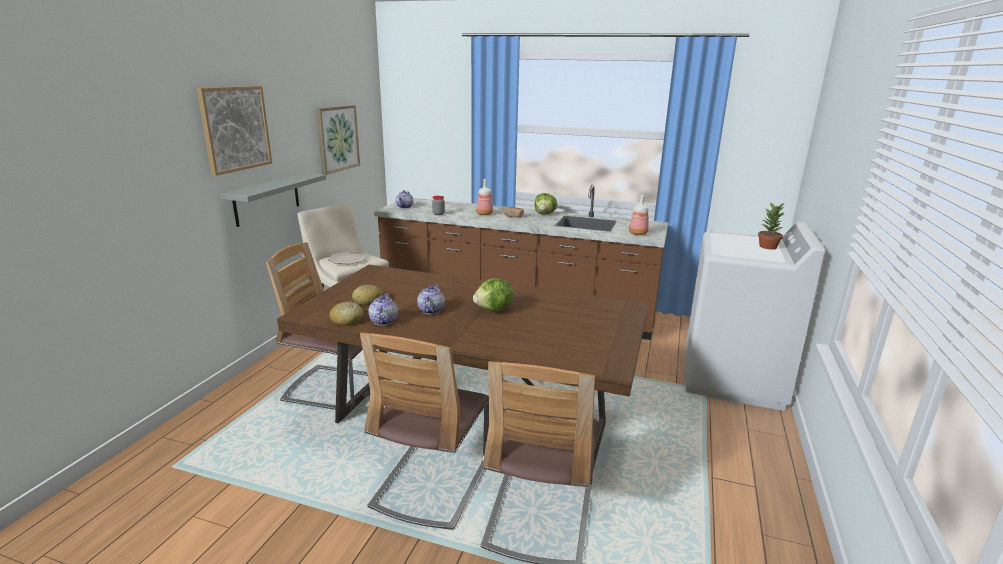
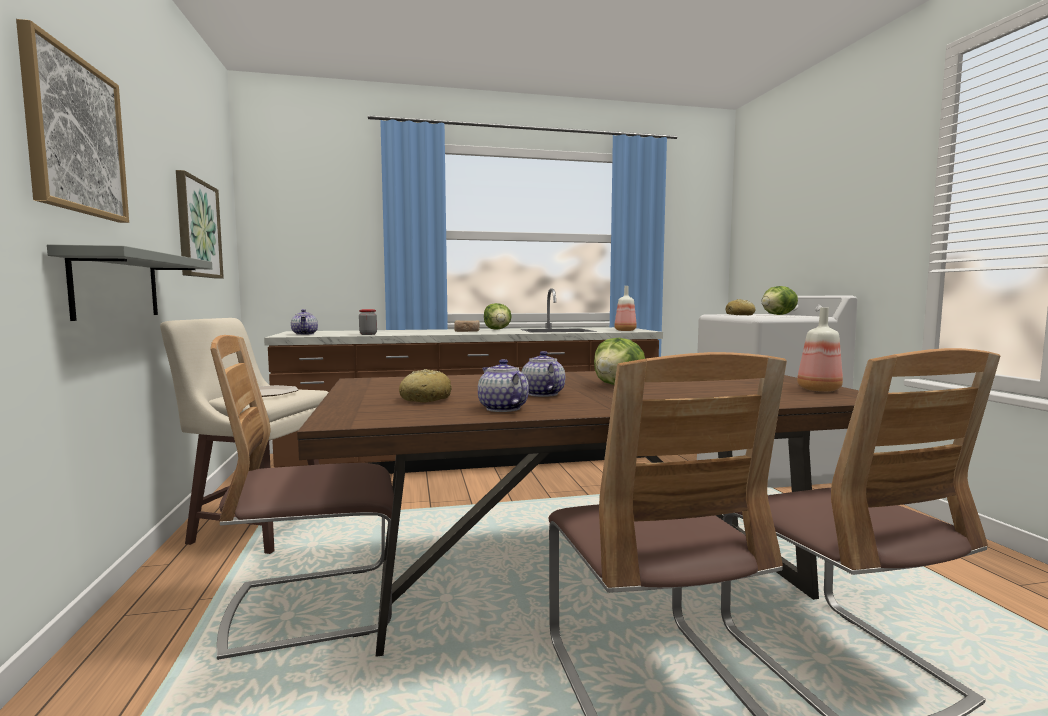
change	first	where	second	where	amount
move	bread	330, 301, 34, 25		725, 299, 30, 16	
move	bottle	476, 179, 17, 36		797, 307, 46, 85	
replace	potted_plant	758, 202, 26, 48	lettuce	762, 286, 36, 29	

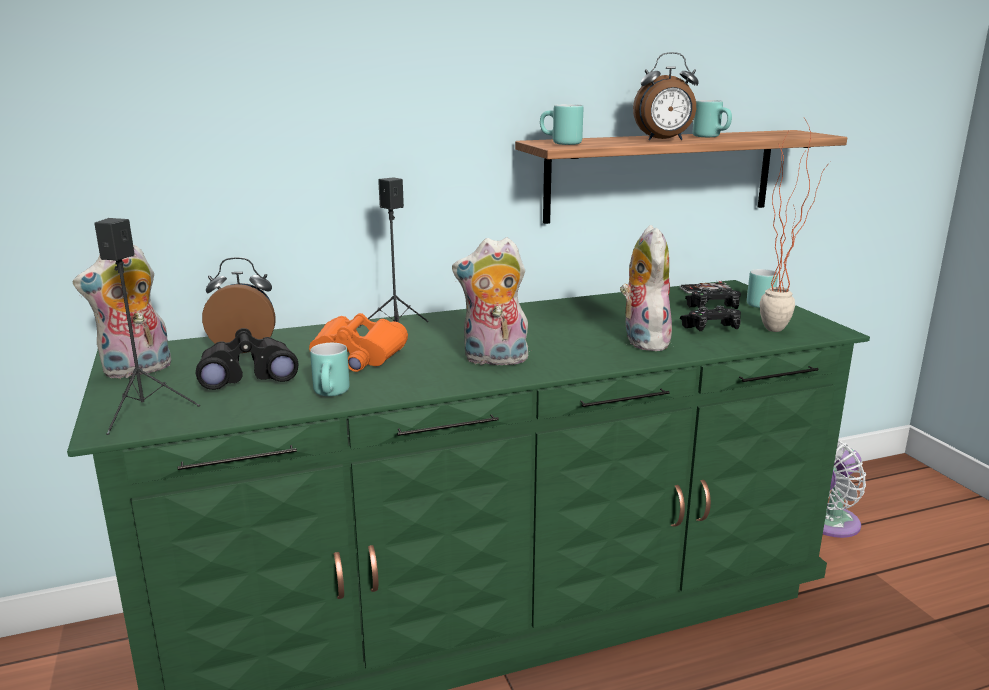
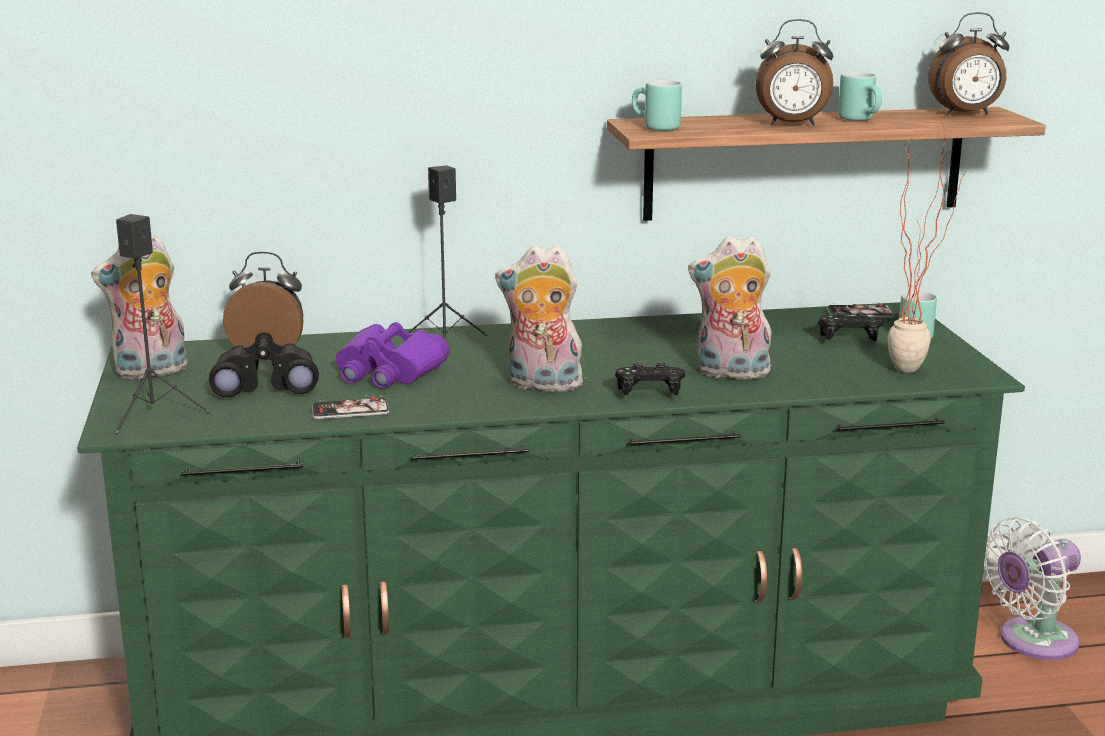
change	first	where	second	where	amount
insert			alarm_clock	928, 12, 81, 103	
move	black_game_controller	680, 306, 61, 25		615, 363, 70, 32	
replace	turquoise_mug	310, 343, 40, 53	phone	312, 395, 77, 24	
recolor	orange_binoculars	309, 313, 99, 59	purple_binoculars	336, 322, 113, 66	
rotate	plush_toy	620, 225, 54, 126		688, 236, 84, 145	90 degrees counterclockwise

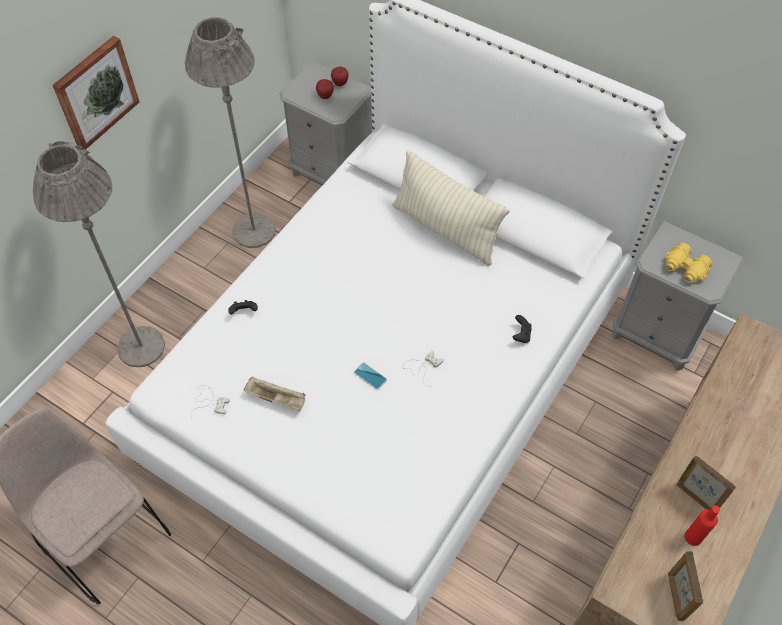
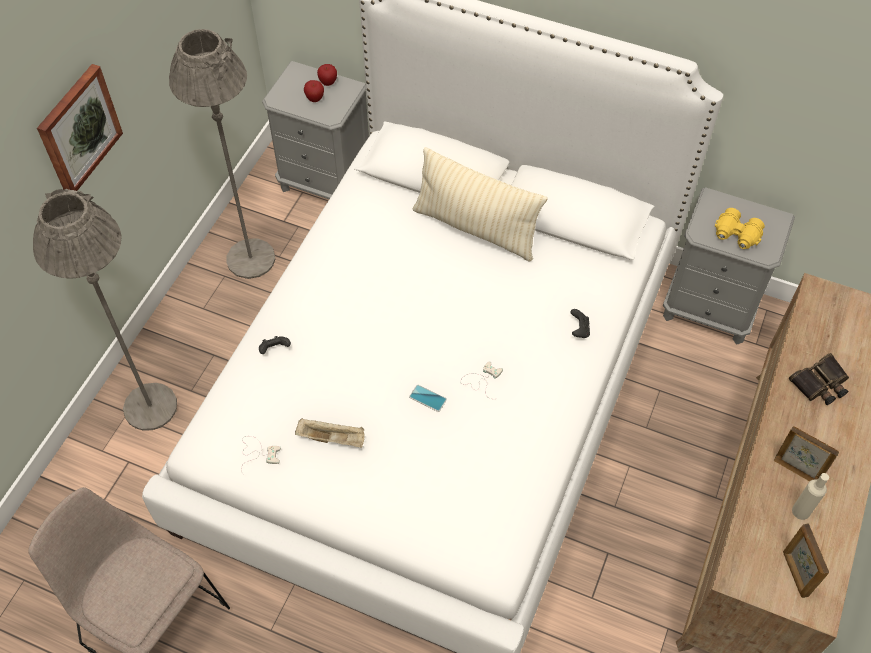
change	first	where	second	where	amount
insert			binoculars	789, 353, 60, 52	
recolor	red_bottle	685, 505, 35, 41	beige_bottle	792, 473, 37, 47	

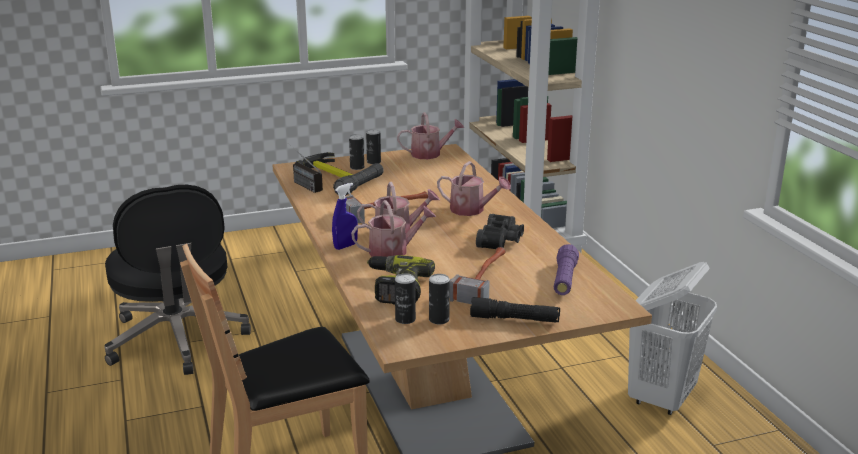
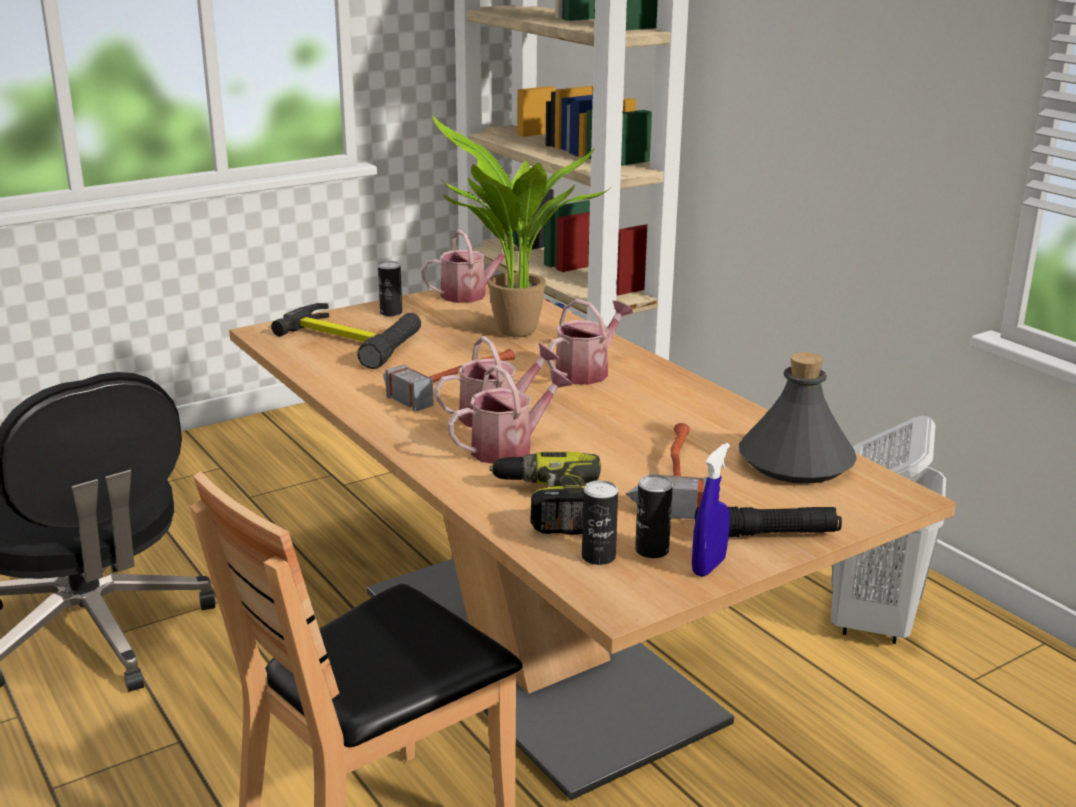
change	first	where	second	where	amount
delete	radio	288, 143, 35, 50			
delete	can	349, 134, 15, 36			
delete	black_binoculars	476, 214, 48, 35			
insert			potted_plant	432, 115, 177, 222	
move	blue_spray_bottle	332, 183, 26, 67		692, 443, 38, 134	
replace	purple_flashlight	554, 244, 25, 51	grey_bottle	739, 352, 118, 132	
rotate	watering_can	437, 161, 74, 55		547, 299, 86, 86	60 degrees counterclockwise

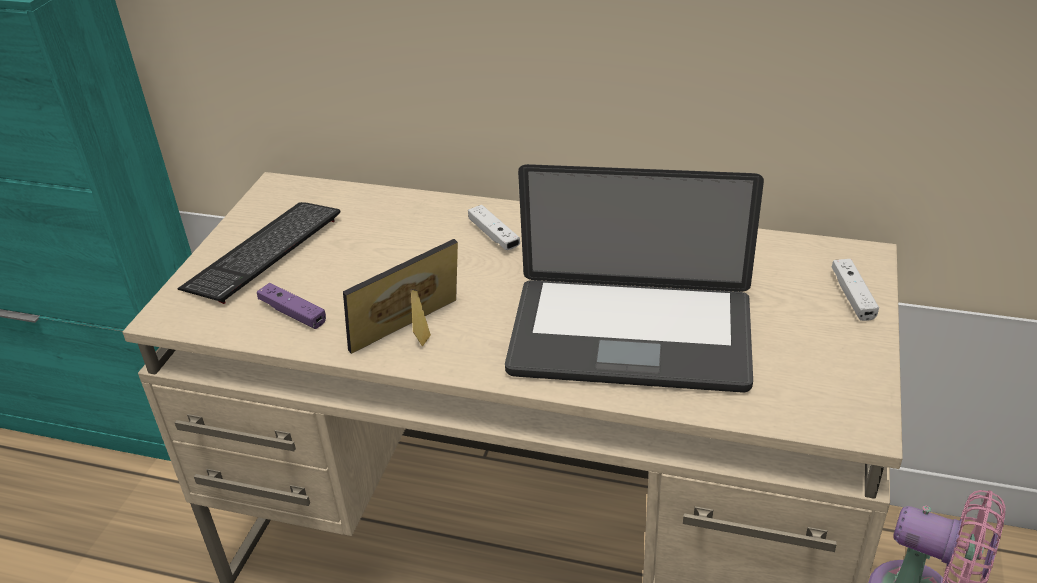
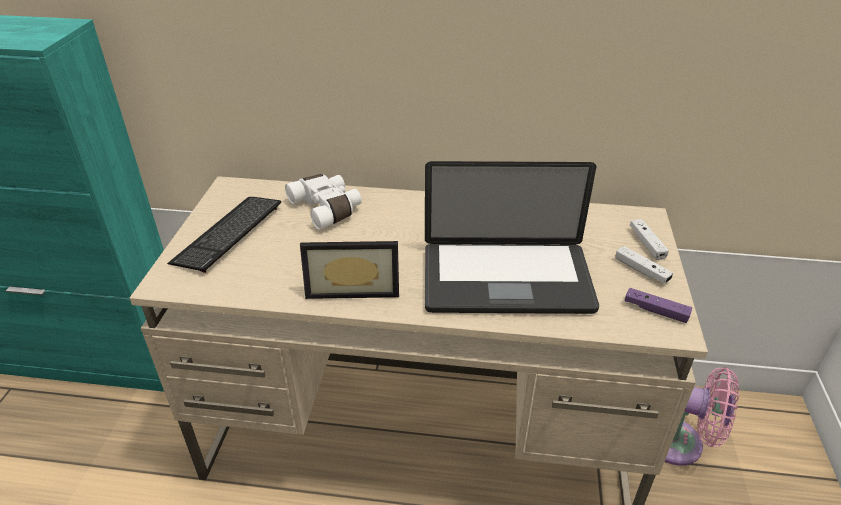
change	first	where	second	where	amount
insert			white_binoculars	285, 174, 77, 55	
move	purple_game_controller	257, 283, 69, 46		625, 288, 67, 35	
move	white_game_controller	468, 205, 52, 45		615, 246, 58, 38	
rotate	picture_frame	343, 239, 115, 115		300, 241, 99, 58	135 degrees counterclockwise

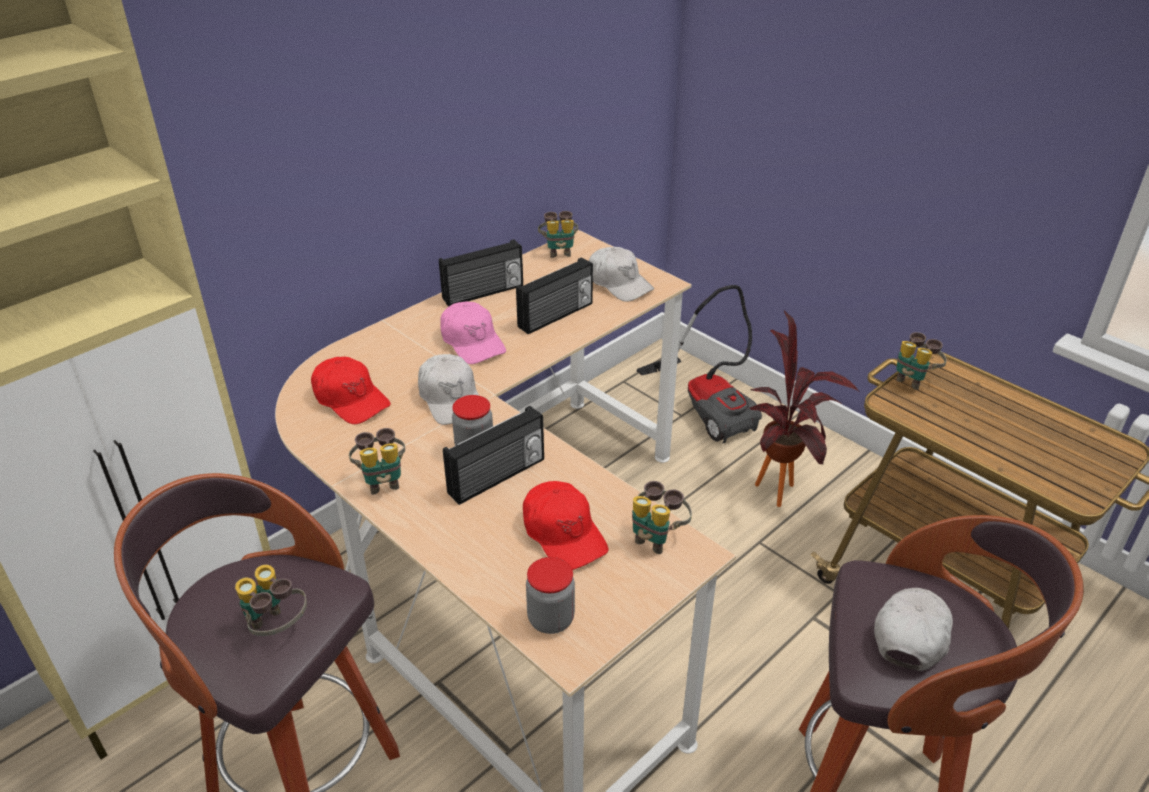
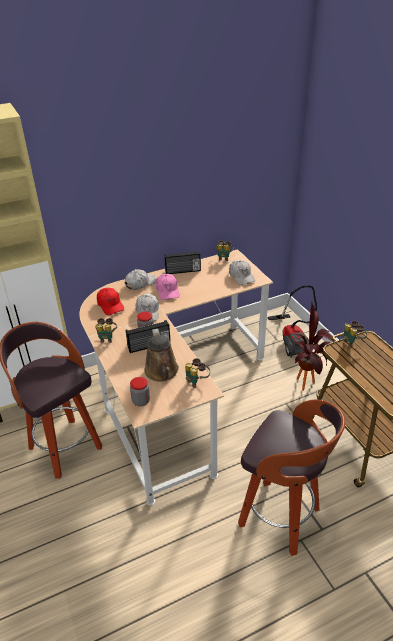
change	first	where	second	where	amount
delete	binoculars	235, 565, 72, 71			
delete	radio	516, 257, 77, 77			
move	white_cap	874, 588, 79, 83		125, 269, 32, 21	
replace	red_cap	523, 481, 85, 89	brown_watering_can	144, 329, 35, 52	

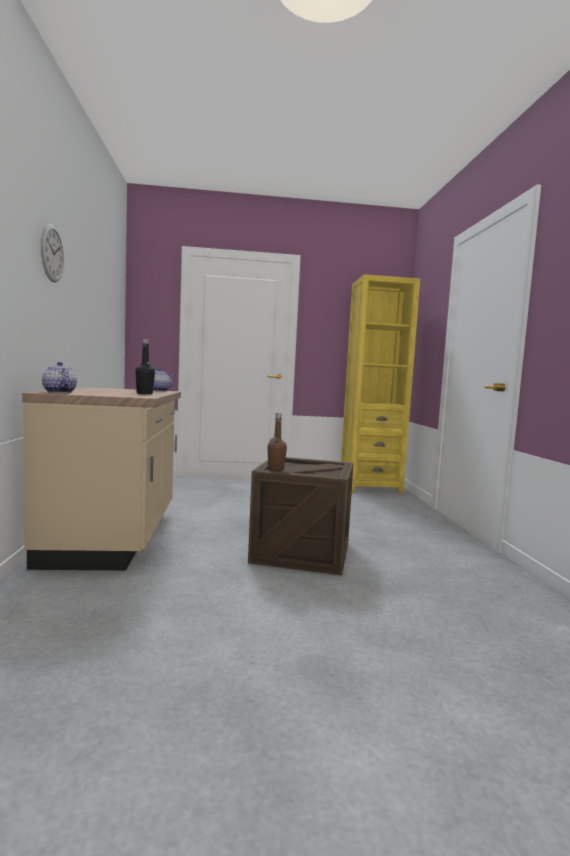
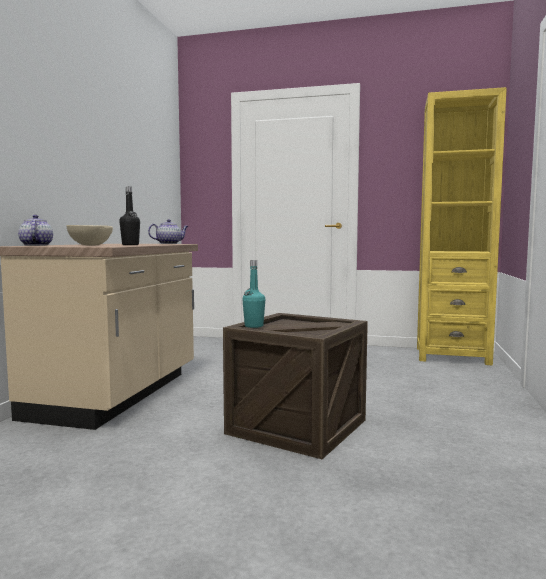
change	first	where	second	where	amount
delete	wall_clock	40, 224, 24, 59			
insert			beige_bowl	66, 225, 47, 21	
recolor	brown_bottle	267, 413, 20, 58	turquoise_bottle	243, 260, 22, 68	

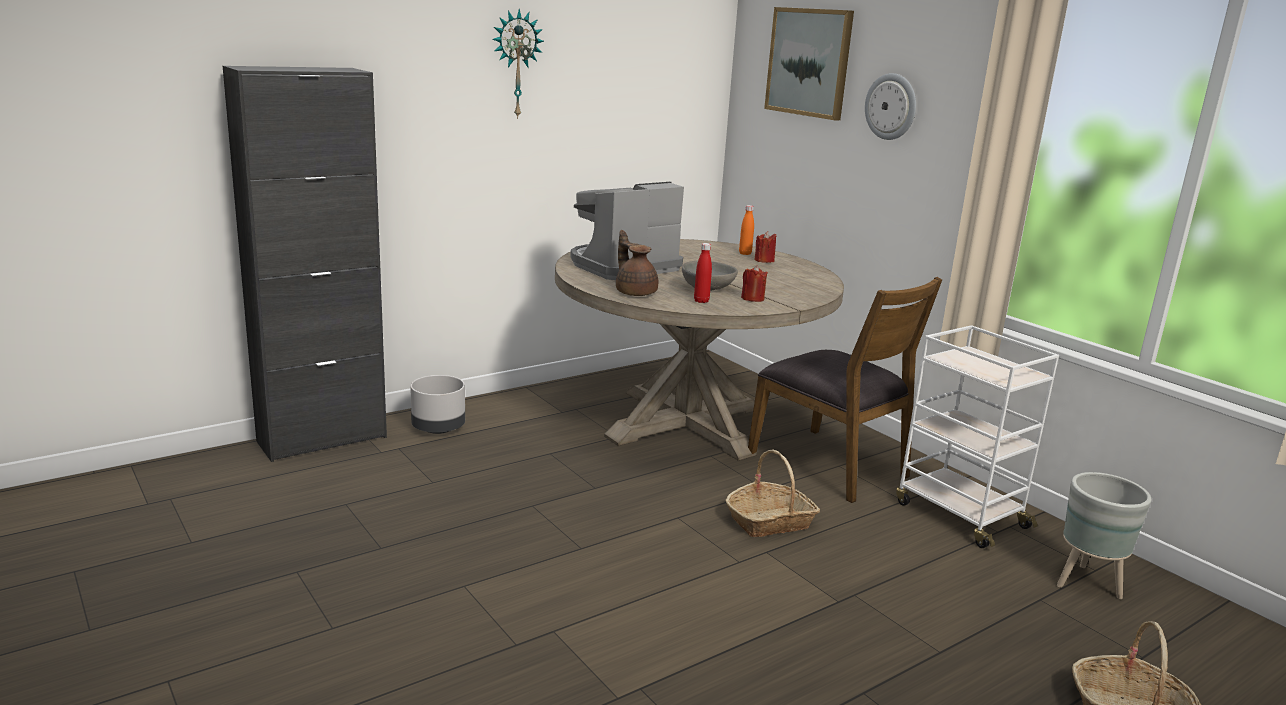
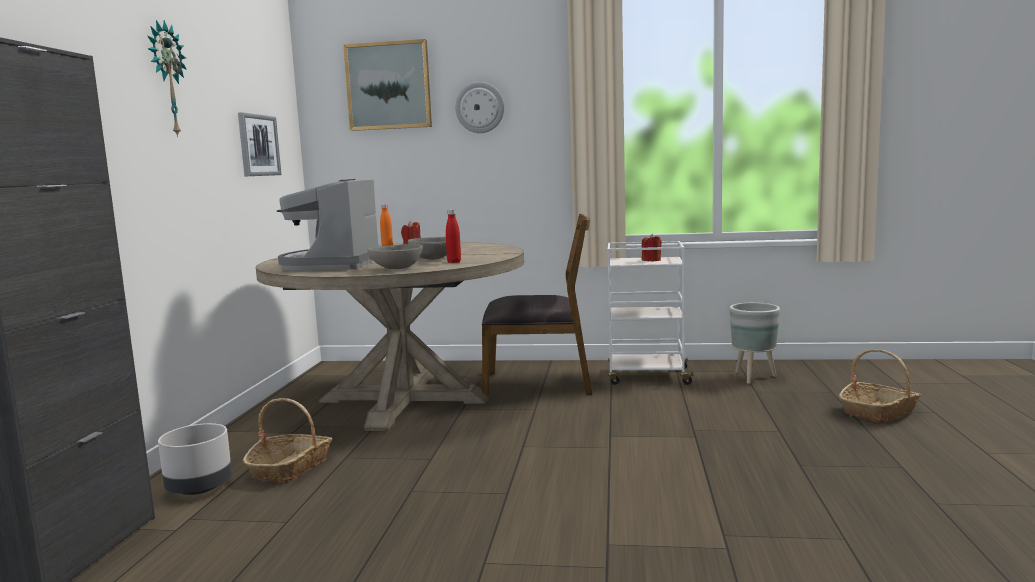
change	first	where	second	where	amount
insert			picture	238, 112, 43, 64	
move	basket	726, 449, 94, 88		243, 398, 89, 85	
move	red_candle	741, 266, 27, 36		642, 234, 20, 27	
replace	brown_teapot	616, 230, 42, 66	grey_bowl	367, 244, 56, 25	

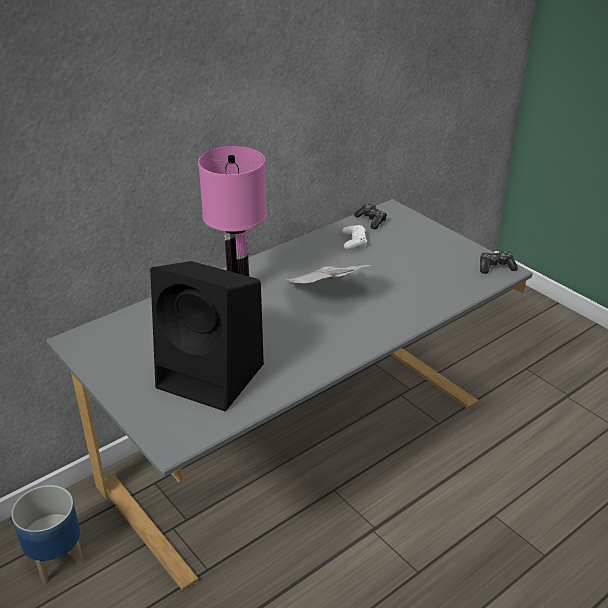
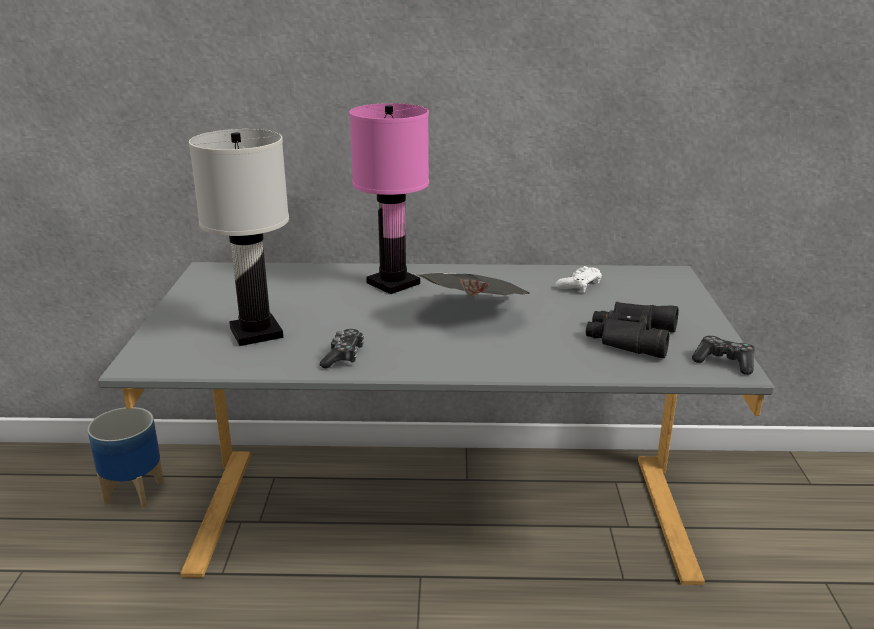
change	first	where	second	where	amount
insert			black_binoculars	586, 302, 93, 56	
move	game_controller	354, 203, 33, 26		320, 329, 44, 40	
replace	black_speaker	150, 261, 114, 150	white_table_lamp	189, 129, 100, 217	

